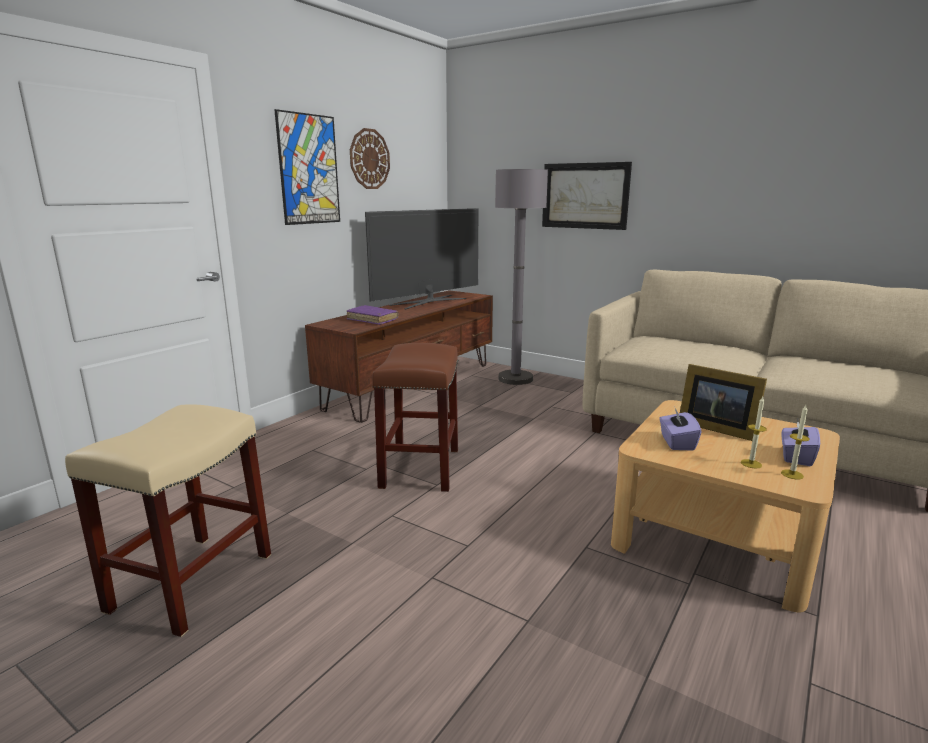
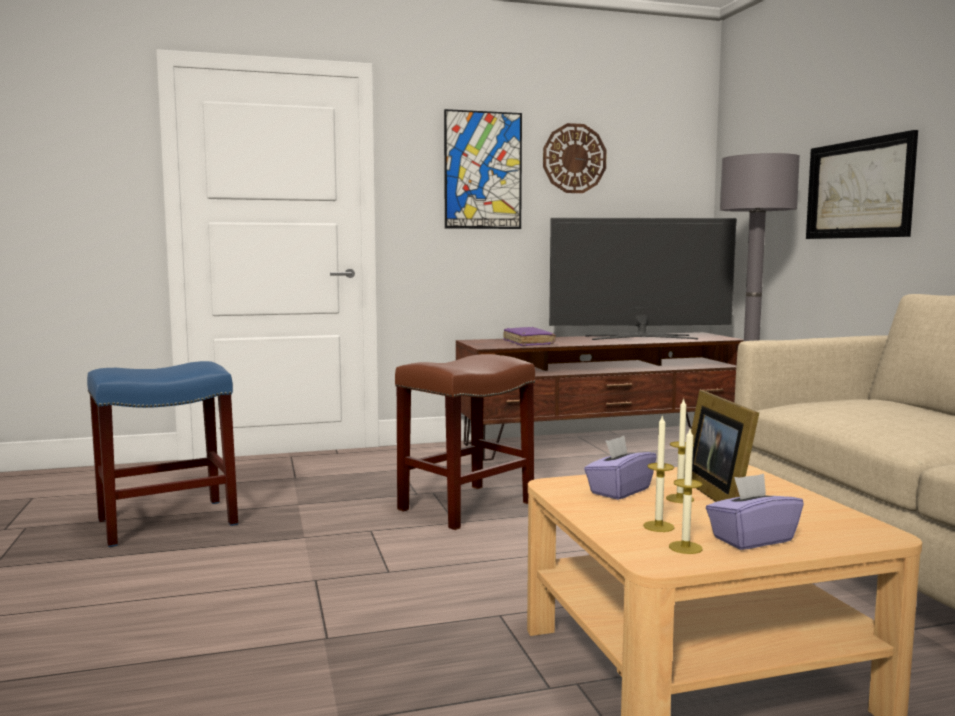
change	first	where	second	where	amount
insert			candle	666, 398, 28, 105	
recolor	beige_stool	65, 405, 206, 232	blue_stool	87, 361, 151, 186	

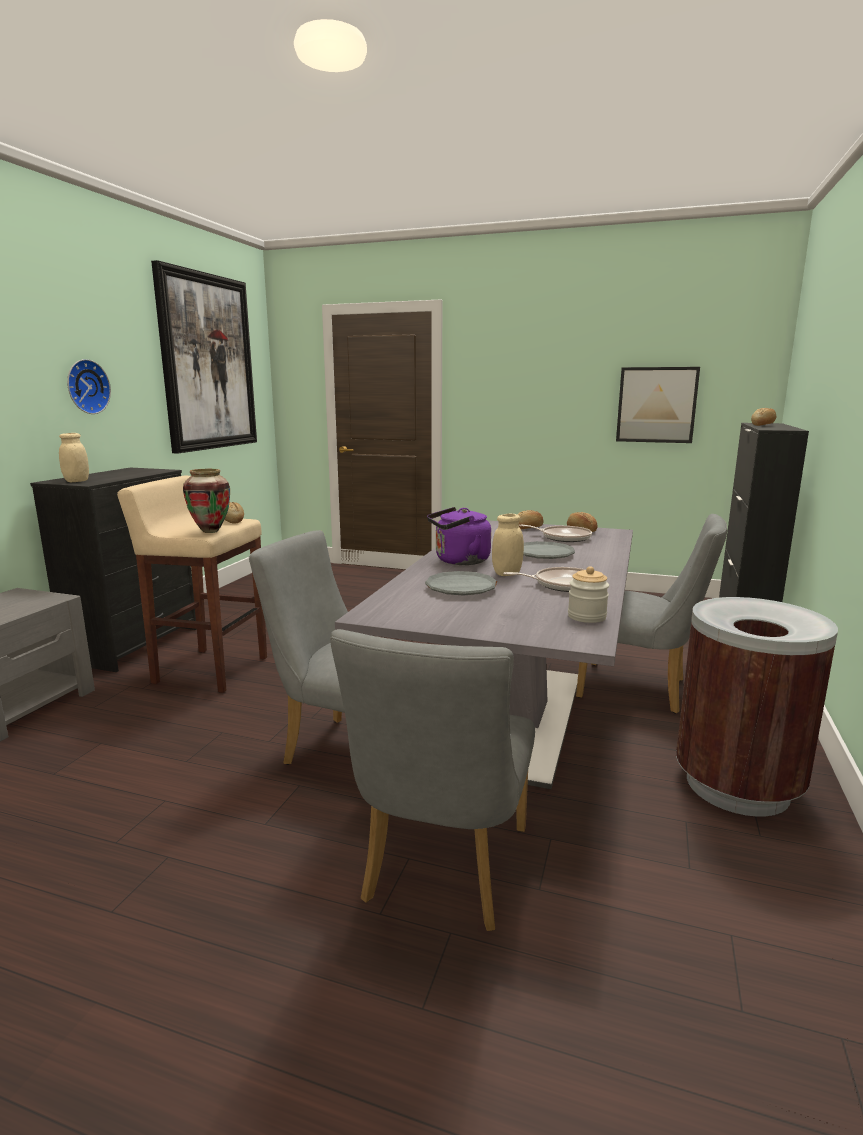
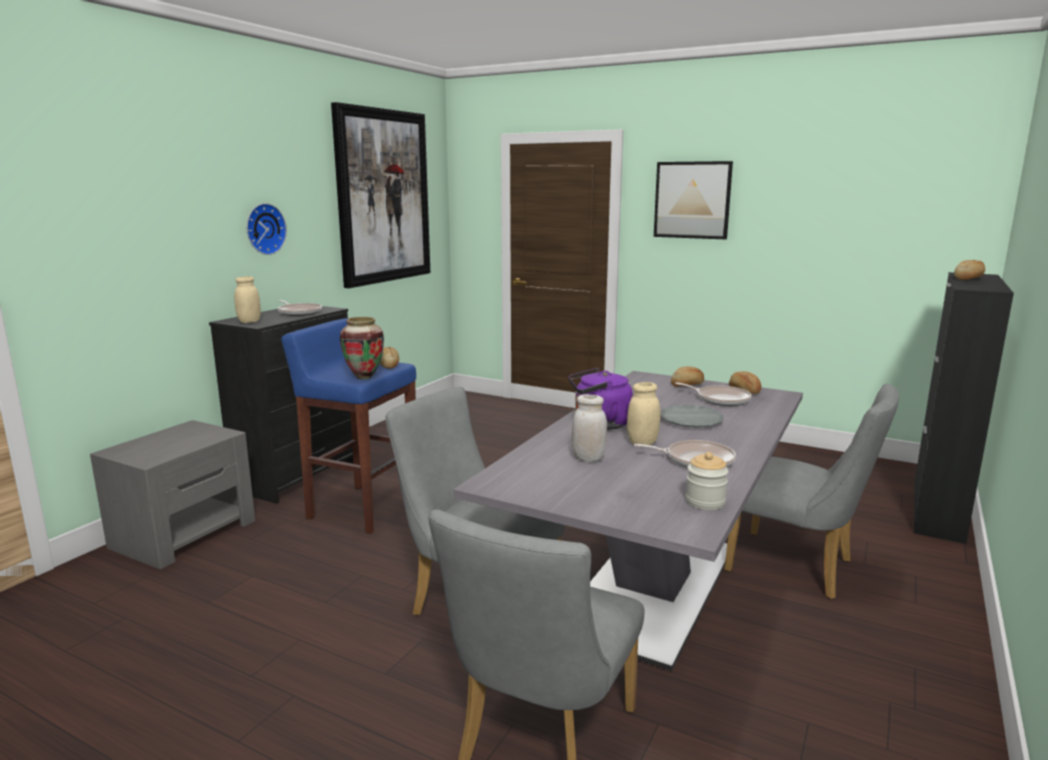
change	first	where	second	where	amount
delete	brown_trash_can	676, 597, 162, 220			
insert			frying_pan	278, 300, 44, 16	
move	picture	616, 367, 84, 76		654, 161, 79, 79	
replace	grey_plate	425, 571, 72, 25	white_jar	572, 394, 35, 68	
recolor	beige_stool	117, 476, 150, 217	blue_stool	281, 318, 135, 216	

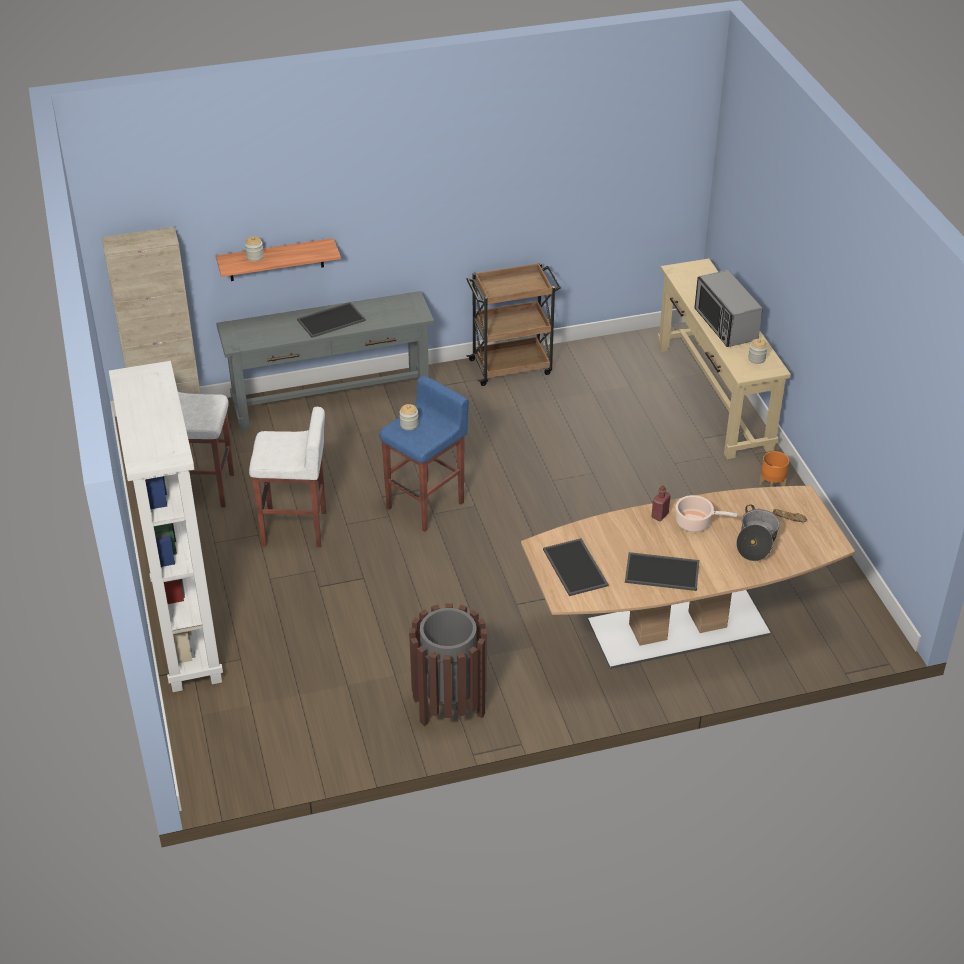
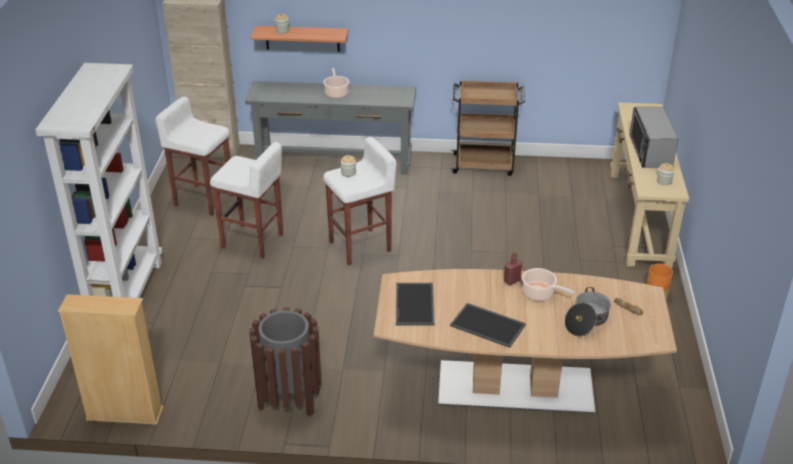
change	first	where	second	where	amount
insert			beige_bookcase	58, 294, 106, 131	
replace	tray	297, 302, 69, 36	cooking_pot	323, 68, 26, 30	
recolor	blue_stool	379, 376, 90, 156	white_stool	323, 137, 74, 128	

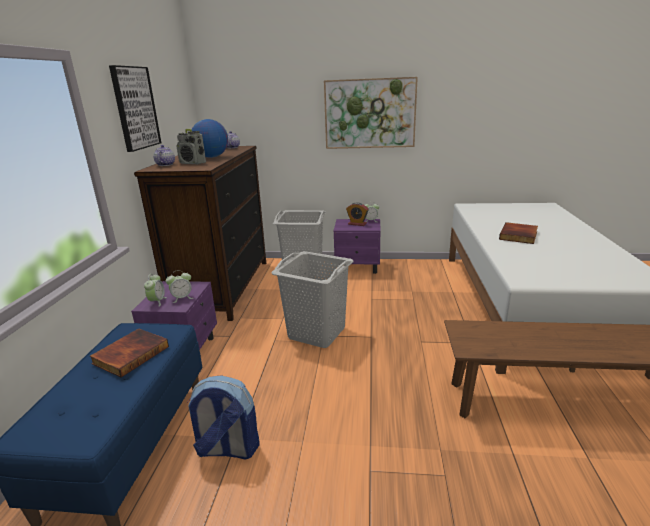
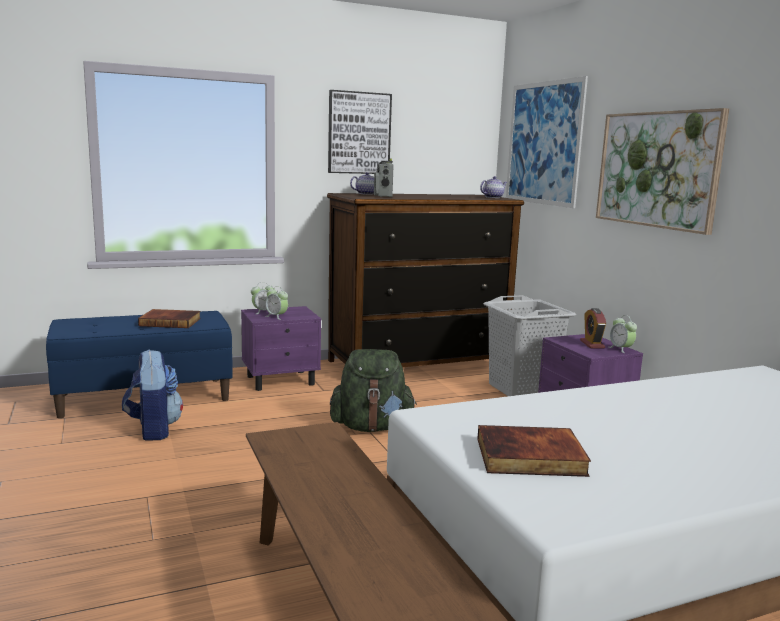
change	first	where	second	where	amount
delete	globe	192, 119, 36, 39			
insert			picture	506, 76, 82, 132	
move	book	499, 222, 39, 22		477, 425, 114, 52	
replace	grey_laundry_basket	272, 251, 81, 97	green_backpack	330, 349, 87, 83	

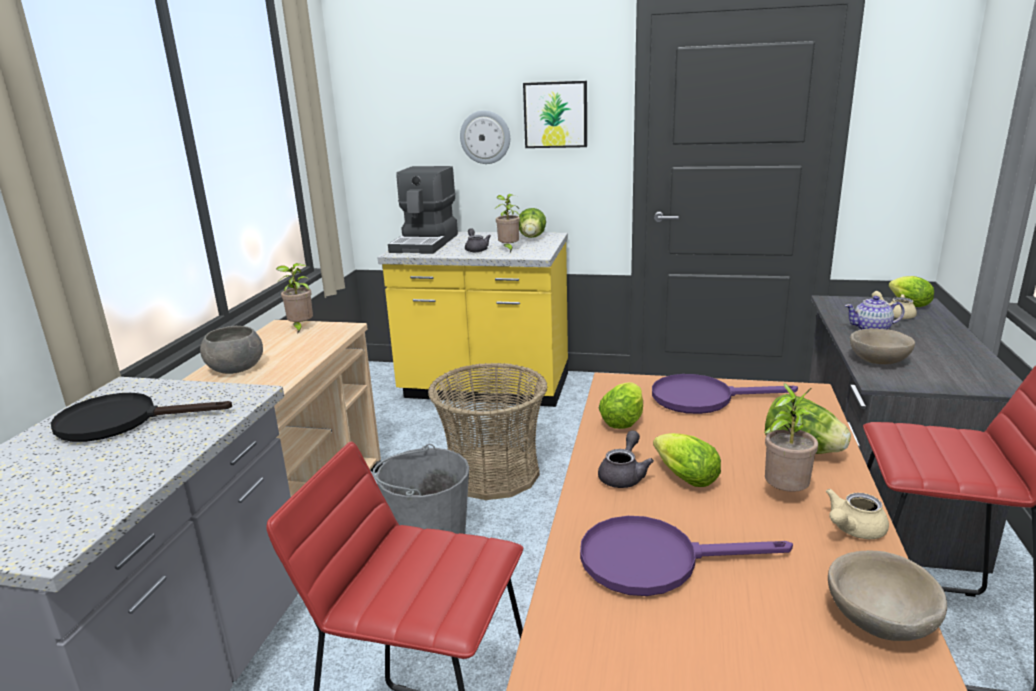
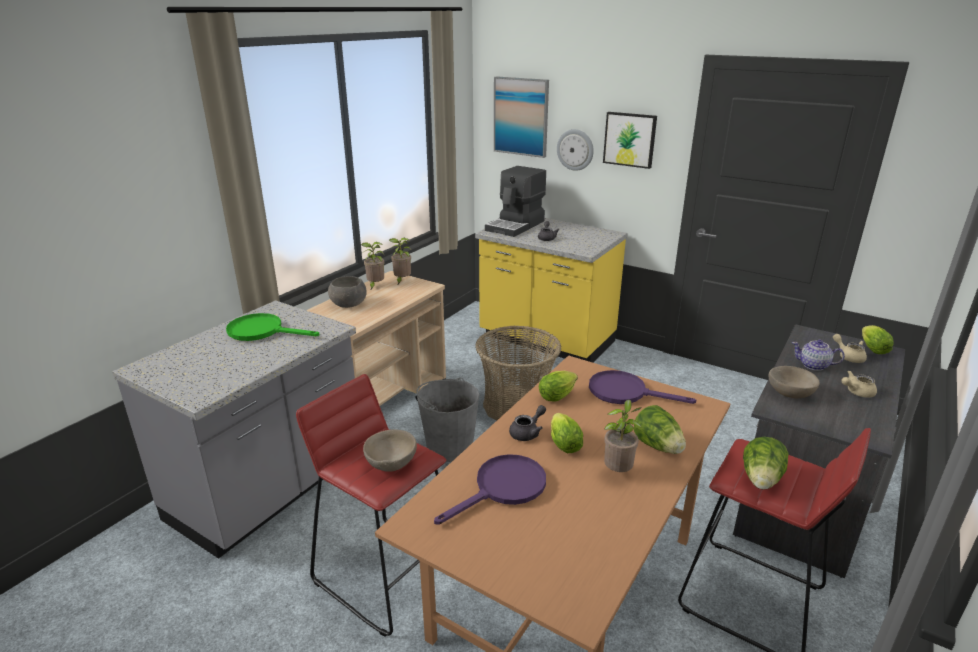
change	first	where	second	where	amount
insert			picture	494, 76, 55, 82	
move	potted_plant	495, 194, 25, 58		361, 242, 23, 47	
move	lettuce	518, 208, 28, 30		743, 437, 46, 53	
move	beige_teapot	826, 488, 63, 51		841, 371, 36, 27	
move	beige_bowl	828, 550, 119, 91		363, 429, 54, 43	
recolor	black_frying_pan	51, 393, 181, 49	green_frying_pan	226, 313, 94, 28	
rotate	purple_frying_pan	580, 516, 213, 80		434, 454, 112, 71	120 degrees clockwise

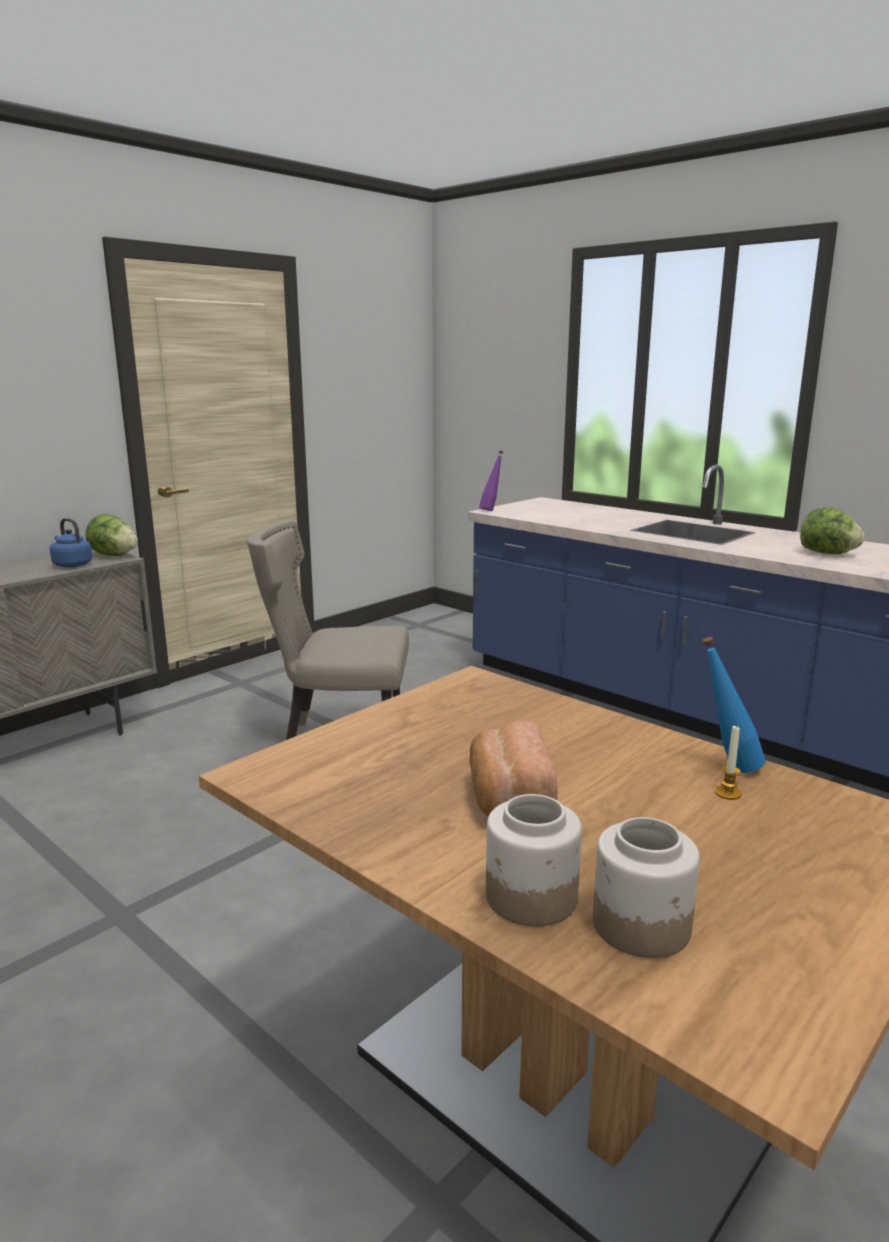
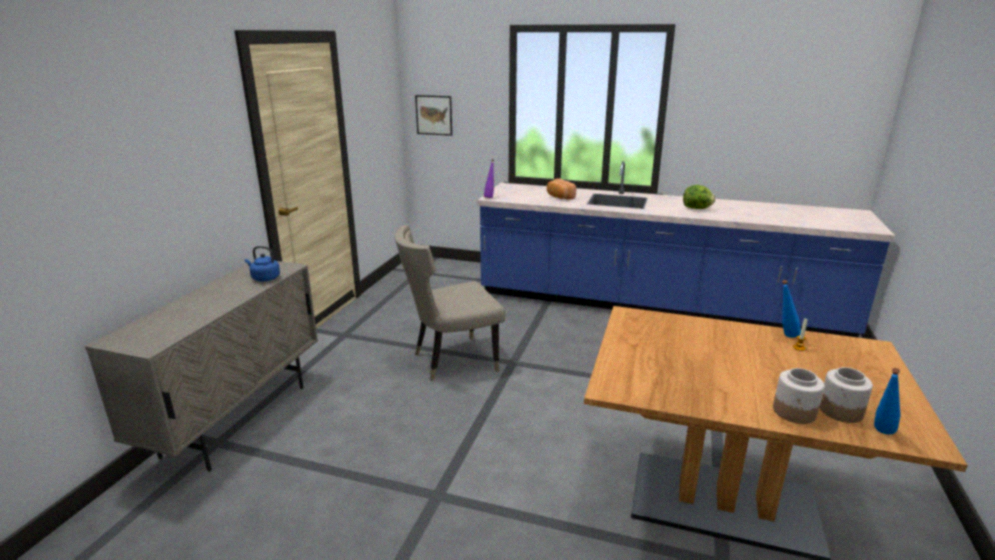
change	first	where	second	where	amount
delete	lettuce	85, 514, 53, 42			
insert			picture	415, 95, 37, 41	
insert			blue_bottle	874, 368, 26, 66	
move	bread	470, 720, 88, 97		547, 179, 29, 21	

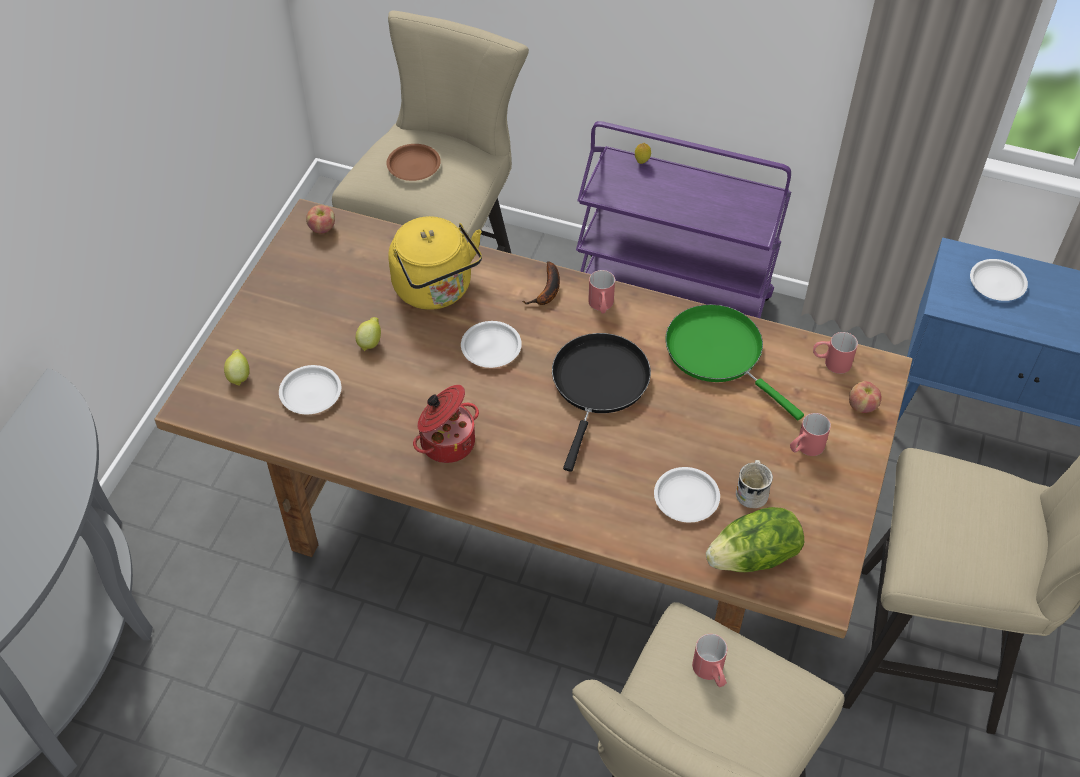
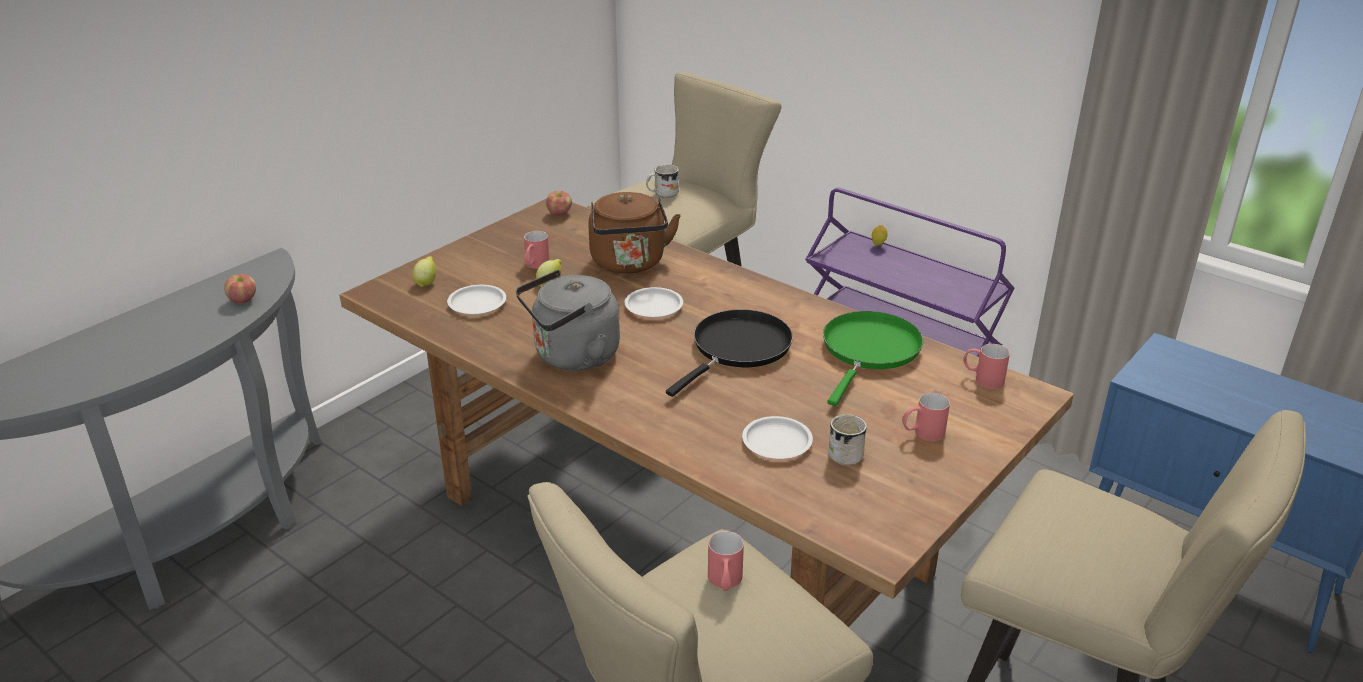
change	first	where	second	where	amount
delete	banana	522, 261, 38, 44			
delete	lettuce	706, 507, 98, 65			
delete	white_plate	970, 259, 58, 42			
move	red_mug	588, 270, 27, 44		524, 231, 26, 38	
move	apple	849, 381, 33, 32		224, 274, 32, 29	
replace	brown_plate	387, 144, 54, 37	white_mug	646, 164, 33, 34	
replace	cooking_pot	413, 385, 66, 78	grey_kettle	516, 270, 104, 101	
recolor	yellow_kettle	388, 216, 94, 94	brown_kettle	588, 192, 93, 82	
rotate	green_frying_pan	665, 304, 139, 116		823, 311, 100, 95	45 degrees clockwise

